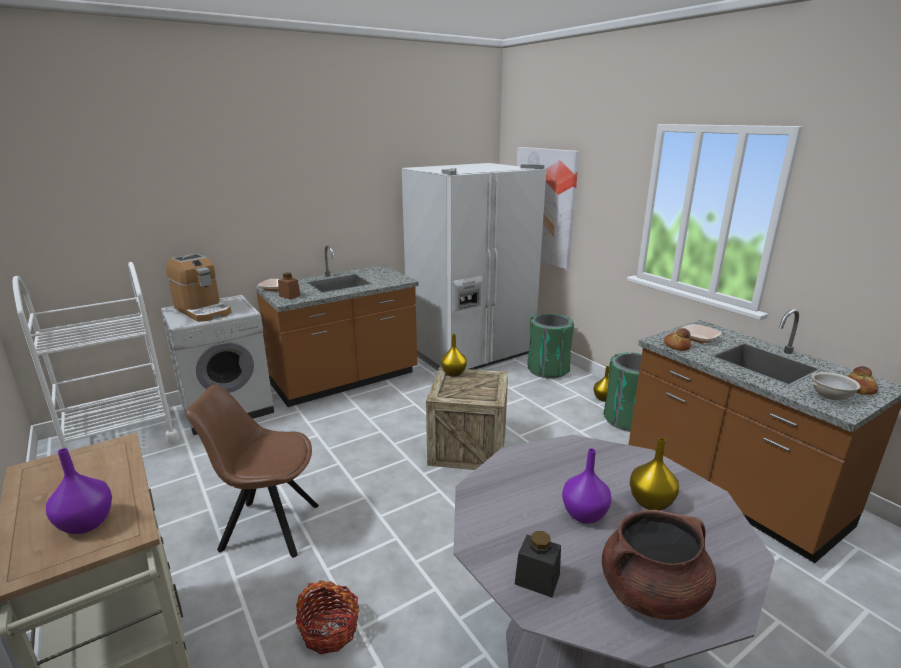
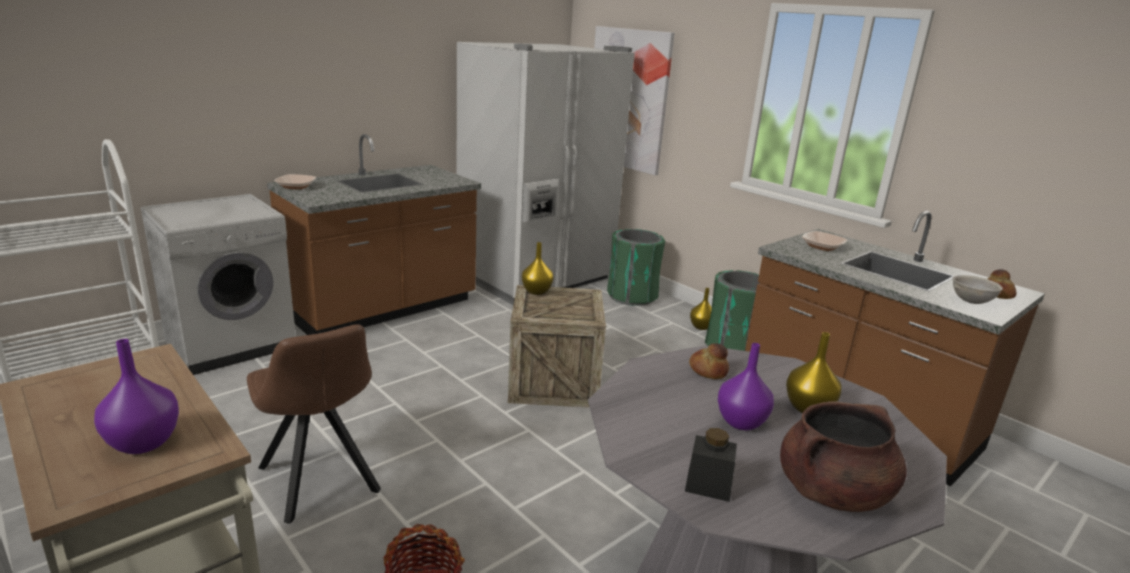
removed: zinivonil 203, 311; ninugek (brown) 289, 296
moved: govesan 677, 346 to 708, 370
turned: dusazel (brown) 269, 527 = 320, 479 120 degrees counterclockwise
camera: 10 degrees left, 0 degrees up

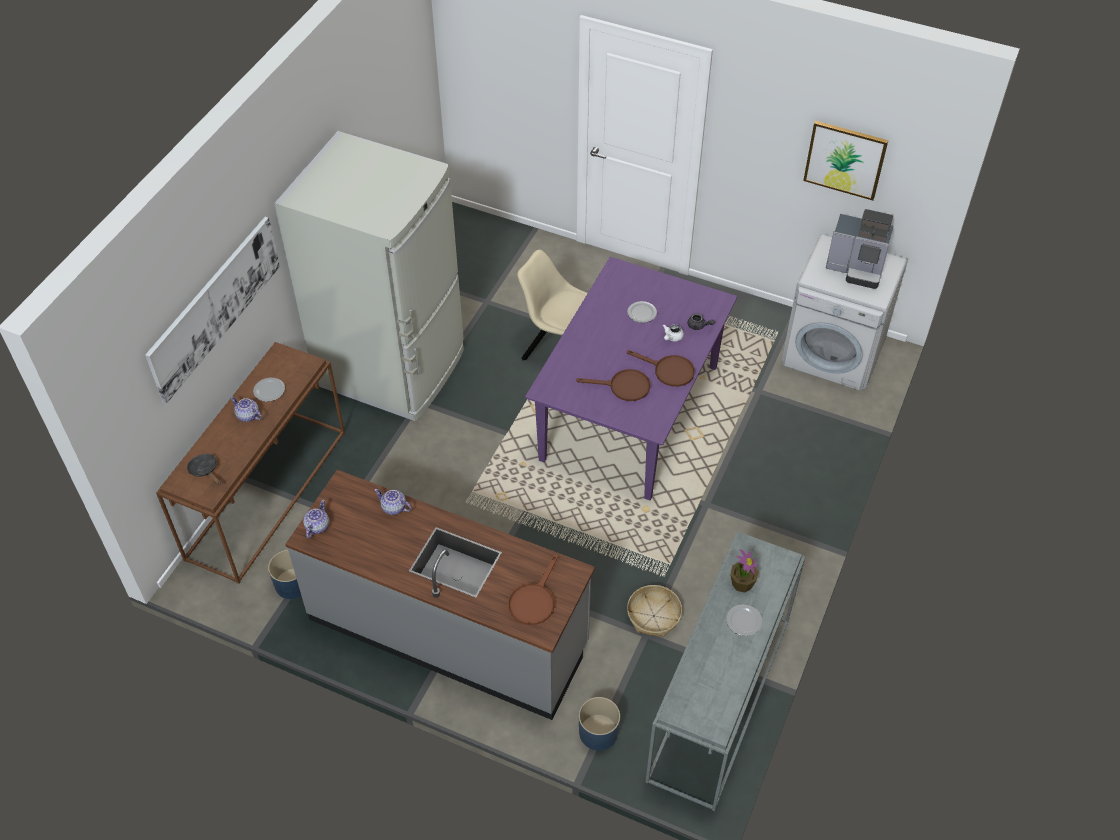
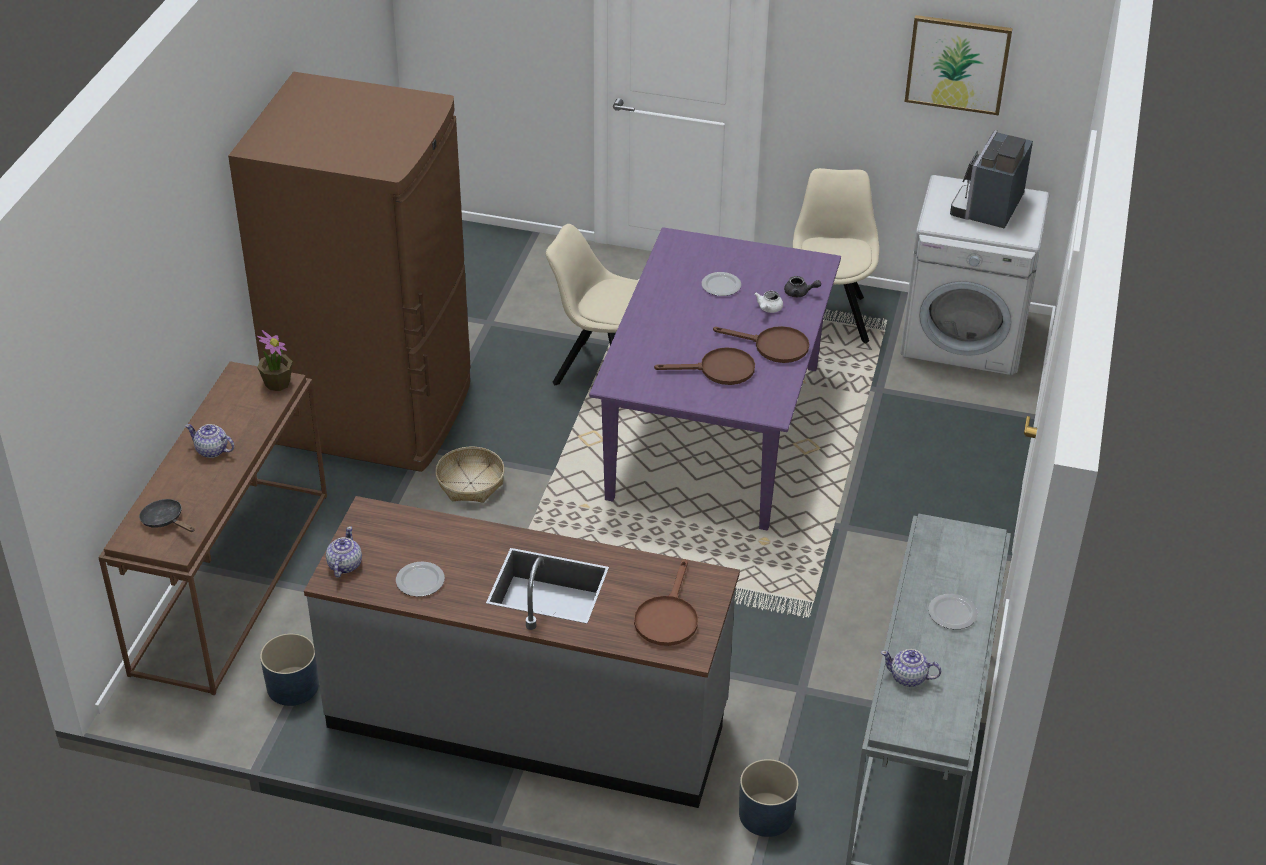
removed: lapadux 214, 307
added: dusazel (beige) 829, 317
moved: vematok 270, 390 to 421, 580; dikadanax 394, 508 to 908, 678; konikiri 742, 583 to 277, 383; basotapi 653, 616 to 470, 483
recoloured: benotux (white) 392, 367 to benotux (brown) 376, 411
turned: zinivonil 856, 269 = 988, 208 105 degrees clockwise
camera: 10 degrees left, 10 degrees down

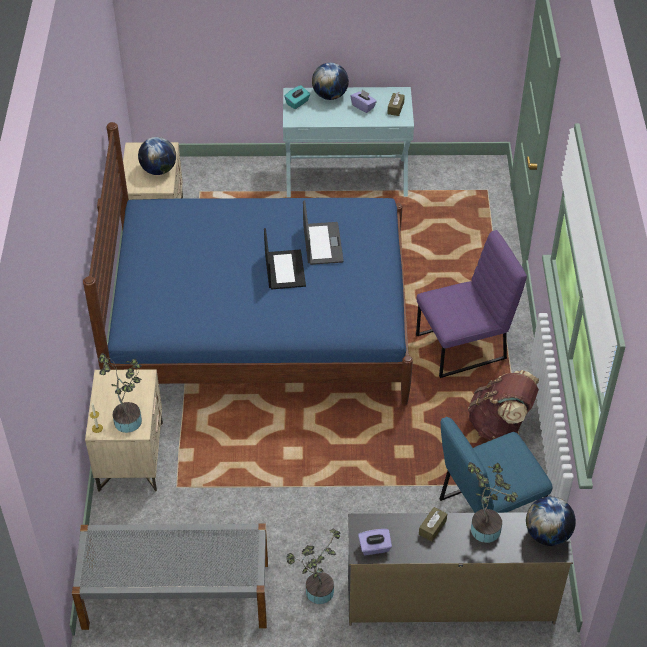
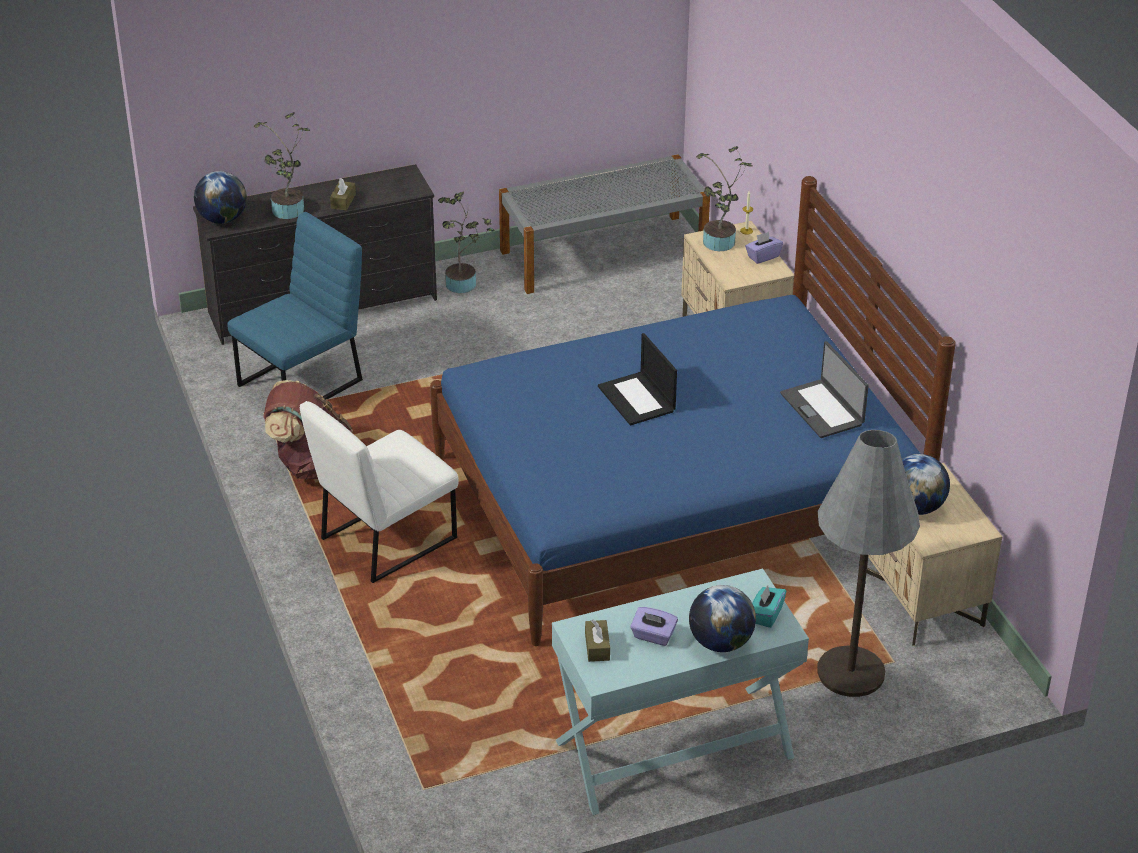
added: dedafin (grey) 850, 672
moved: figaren 322, 244 to 823, 409; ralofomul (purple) 374, 548 to 763, 256
recoloured: dusazel (purple) 464, 346 to dusazel (white) 385, 540
camera: 160 degrees right, 10 degrees down

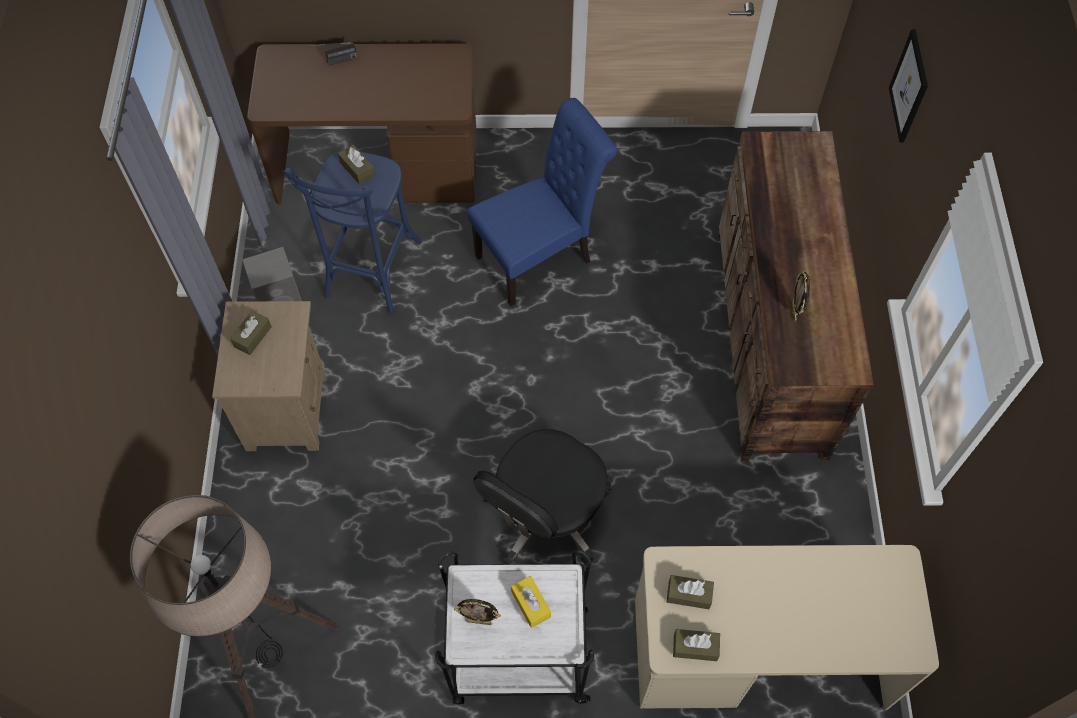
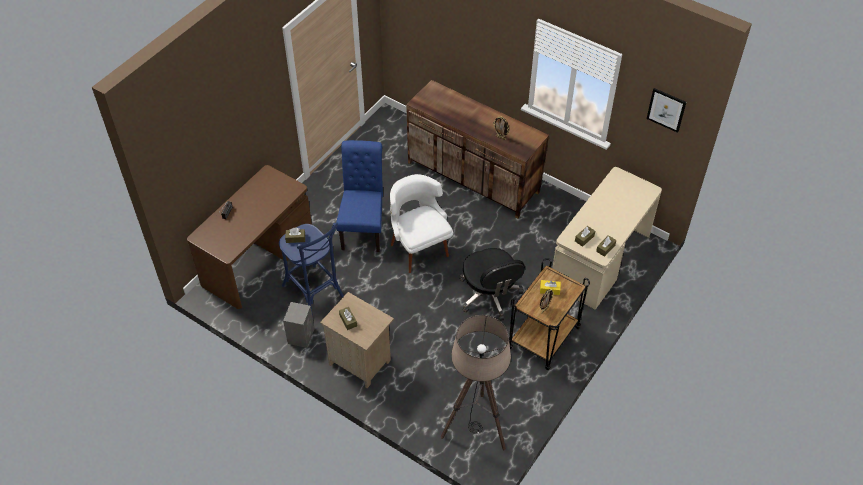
added: dusazel (white) 419, 251
moved: lapadux 909, 86 to 666, 109
recoloured: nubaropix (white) 517, 655 to nubaropix (brown) 543, 338
camera: 55 degrees left, 10 degrees down

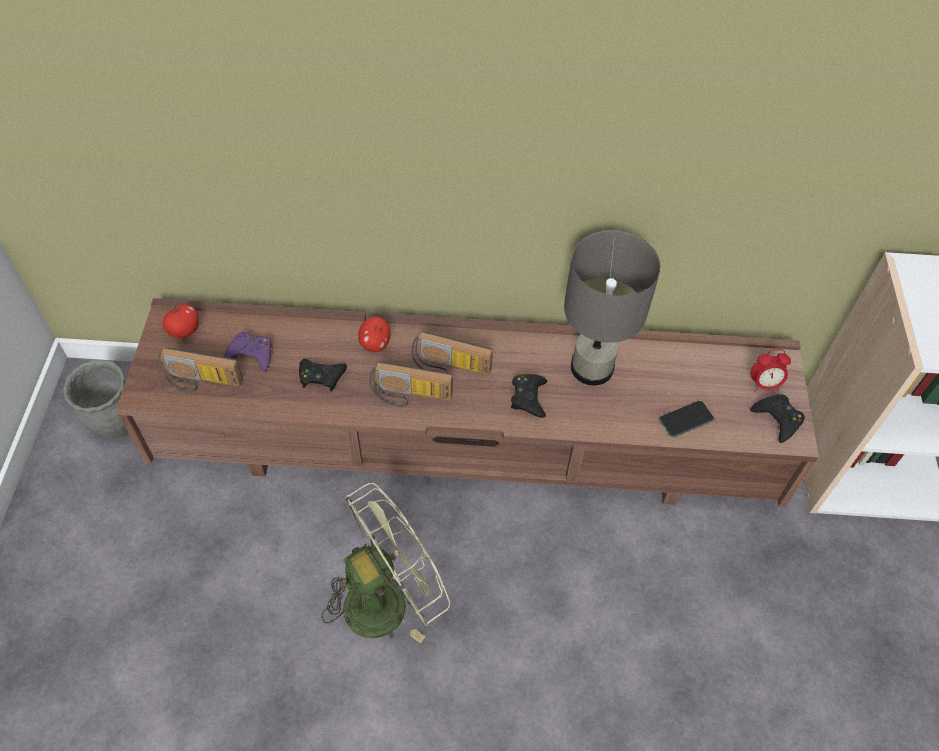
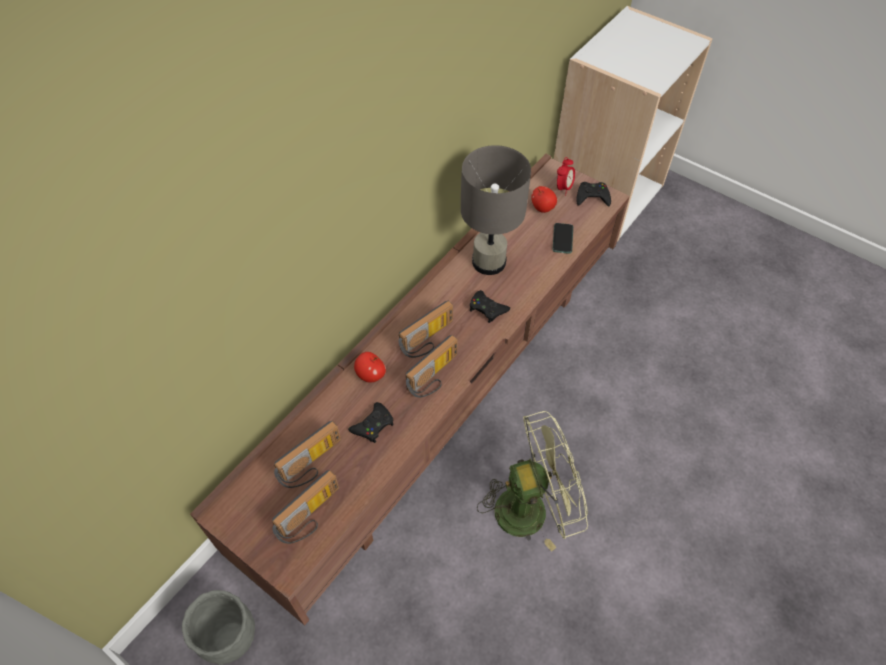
moved: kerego 184, 331 to 542, 208
replaced: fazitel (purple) 251, 354 to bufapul 312, 464
turned: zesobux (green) 386, 597 = 531, 507 75 degrees clockwise
camera: 55 degrees left, 0 degrees up

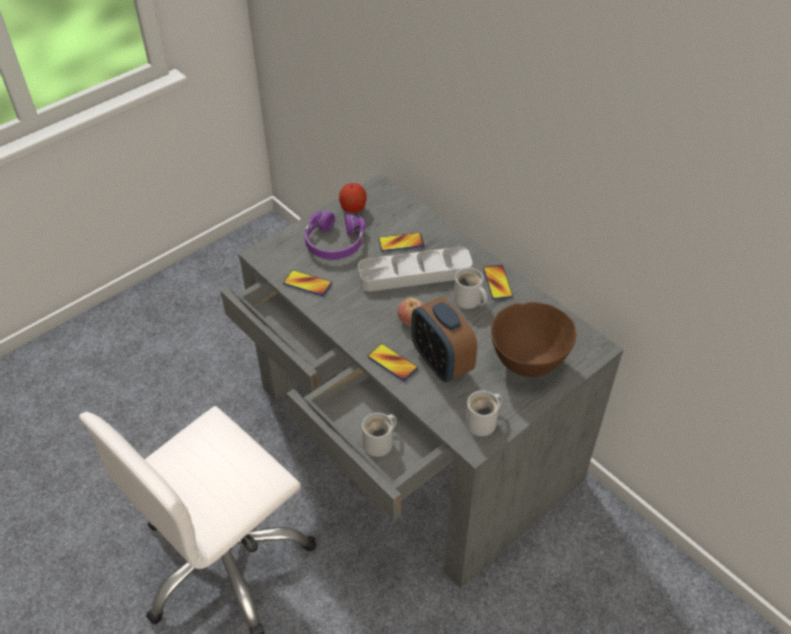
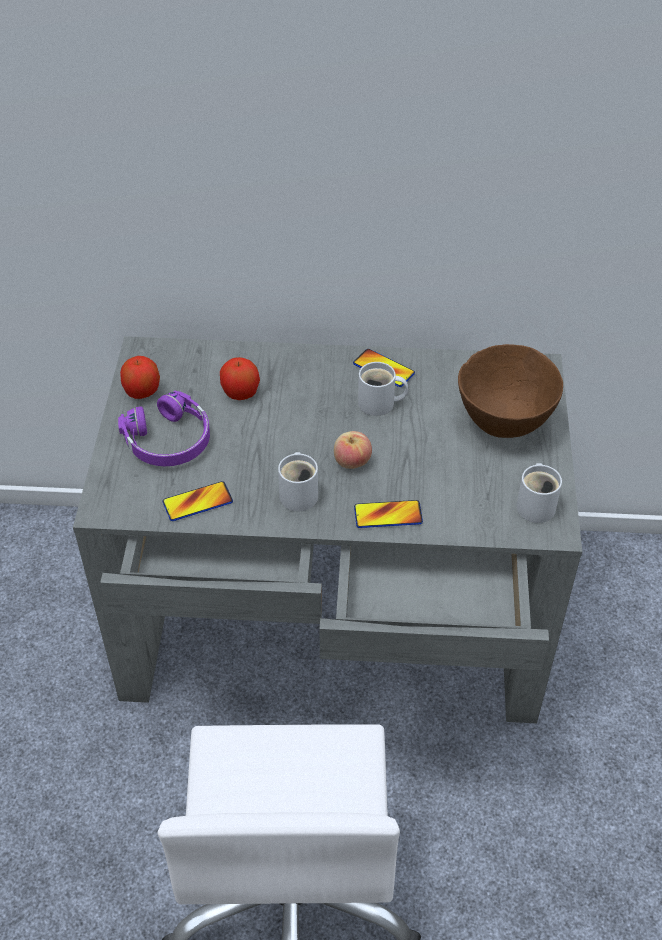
removed: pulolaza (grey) 415, 274; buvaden 441, 362
moved: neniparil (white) 381, 442 to 300, 493
replaced: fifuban 401, 243 to kerego 240, 393
camera: 45 degrees left, 0 degrees up

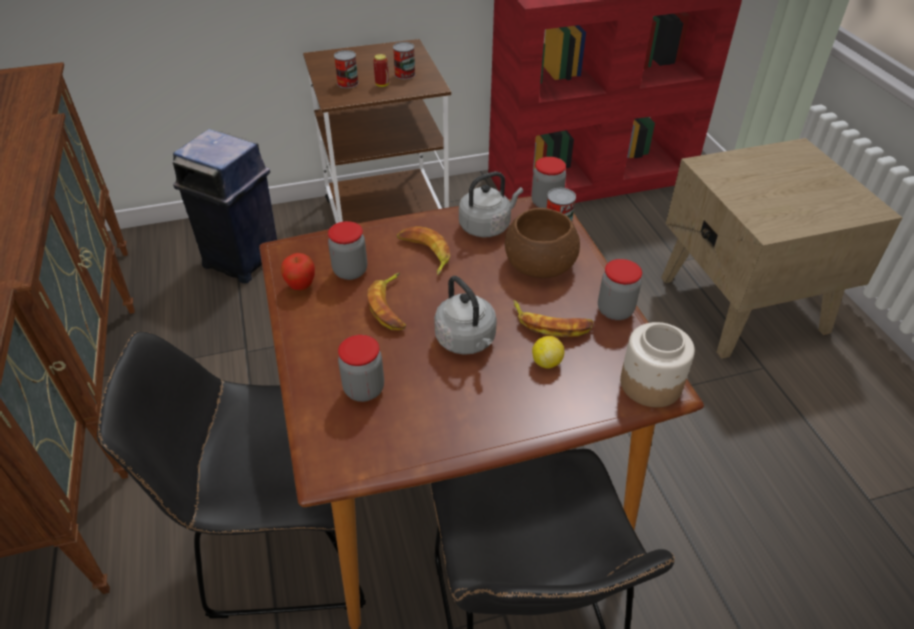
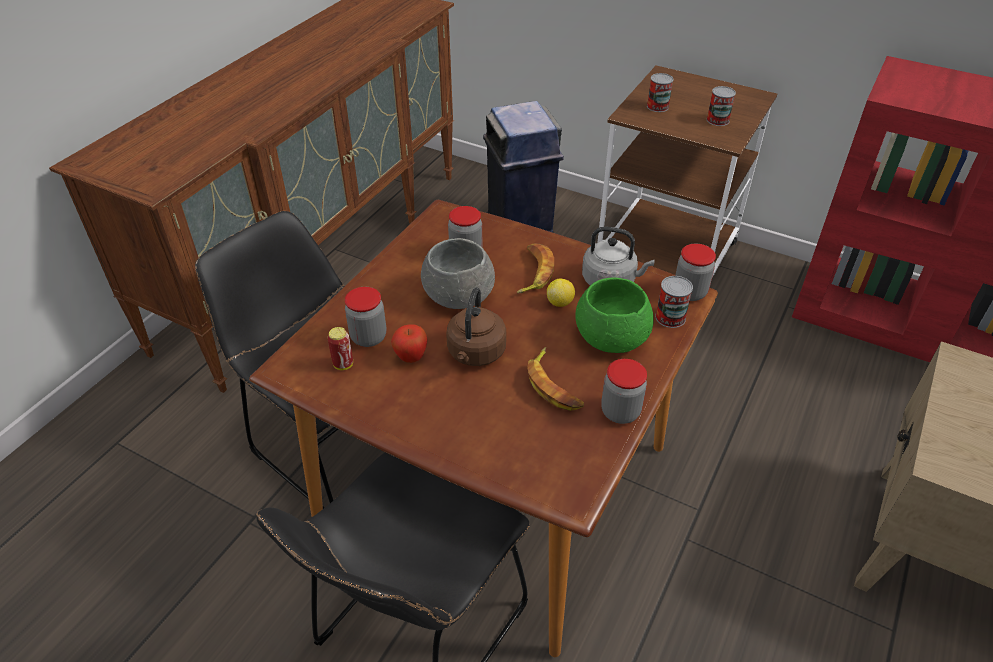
removed: ninugek 650, 384
moved: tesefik 382, 85 to 343, 364; kerego 301, 286 to 411, 358; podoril 546, 362 to 560, 302
replaced: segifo 391, 306 to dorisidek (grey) 459, 295
recoloured: dorisidek (brown) 540, 264 to dorisidek (green) 611, 336; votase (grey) 467, 341 to votase (brown) 475, 354
camera: 45 degrees right, 0 degrees up

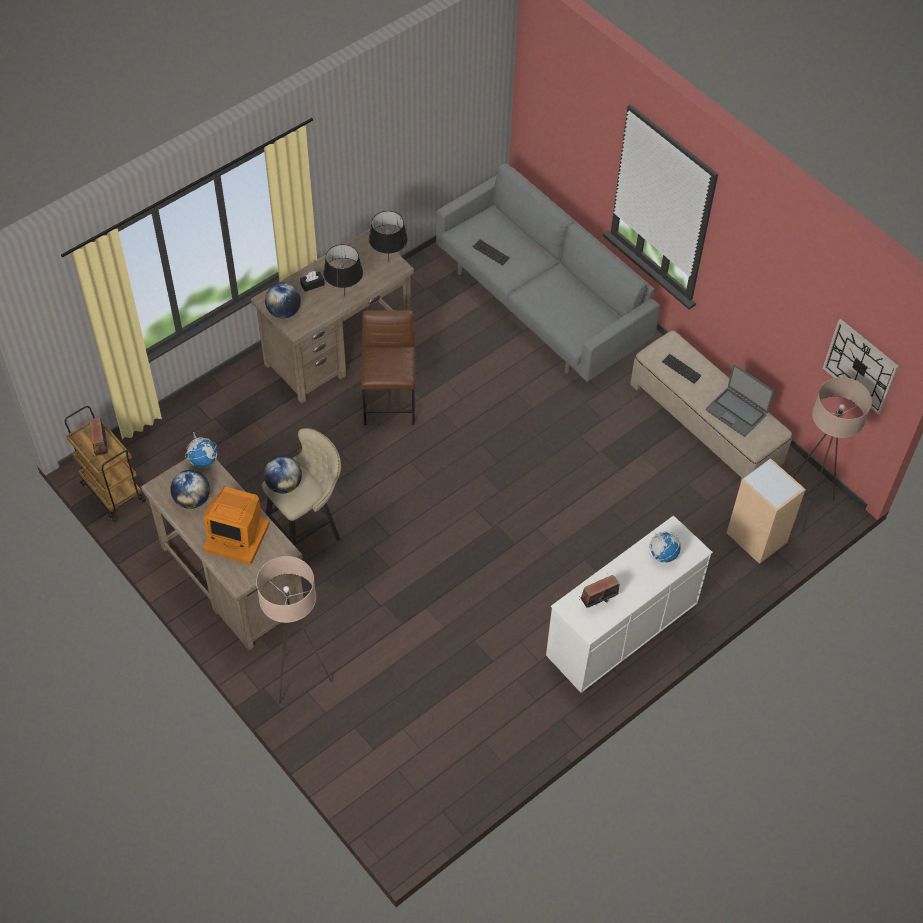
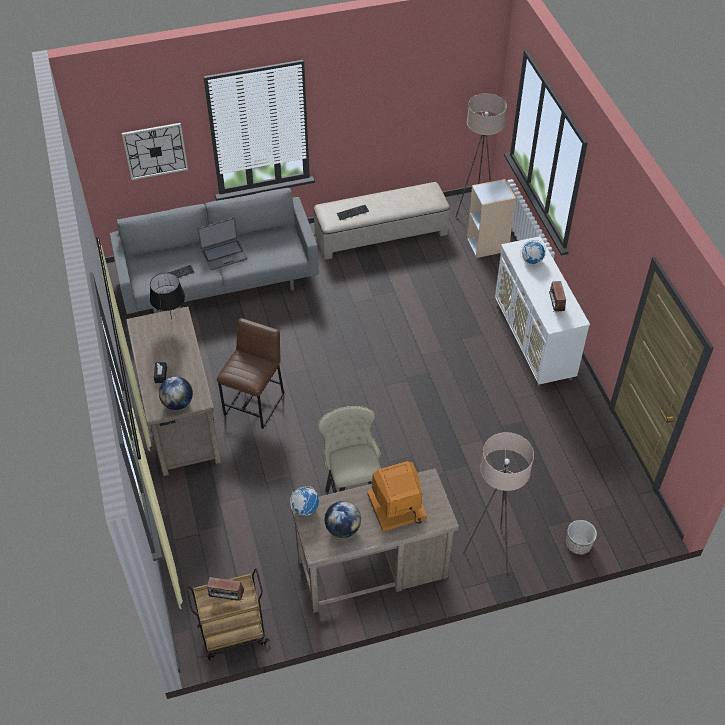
removed: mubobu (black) 344, 296; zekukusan 284, 485
added: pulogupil 578, 544
moved: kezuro 860, 366 to 155, 151; figaren 736, 412 to 224, 255
turned: dusazel (brown) 389, 401 = 254, 403 90 degrees clockwise; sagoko 237, 536 = 397, 507 150 degrees counterclockwise
camera: 65 degrees left, 5 degrees down

